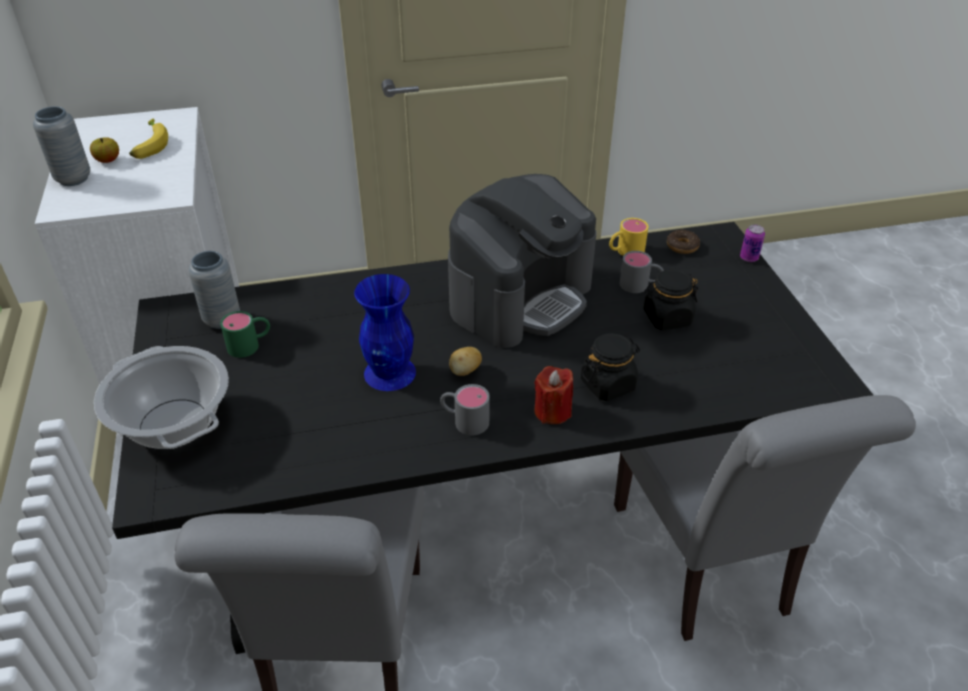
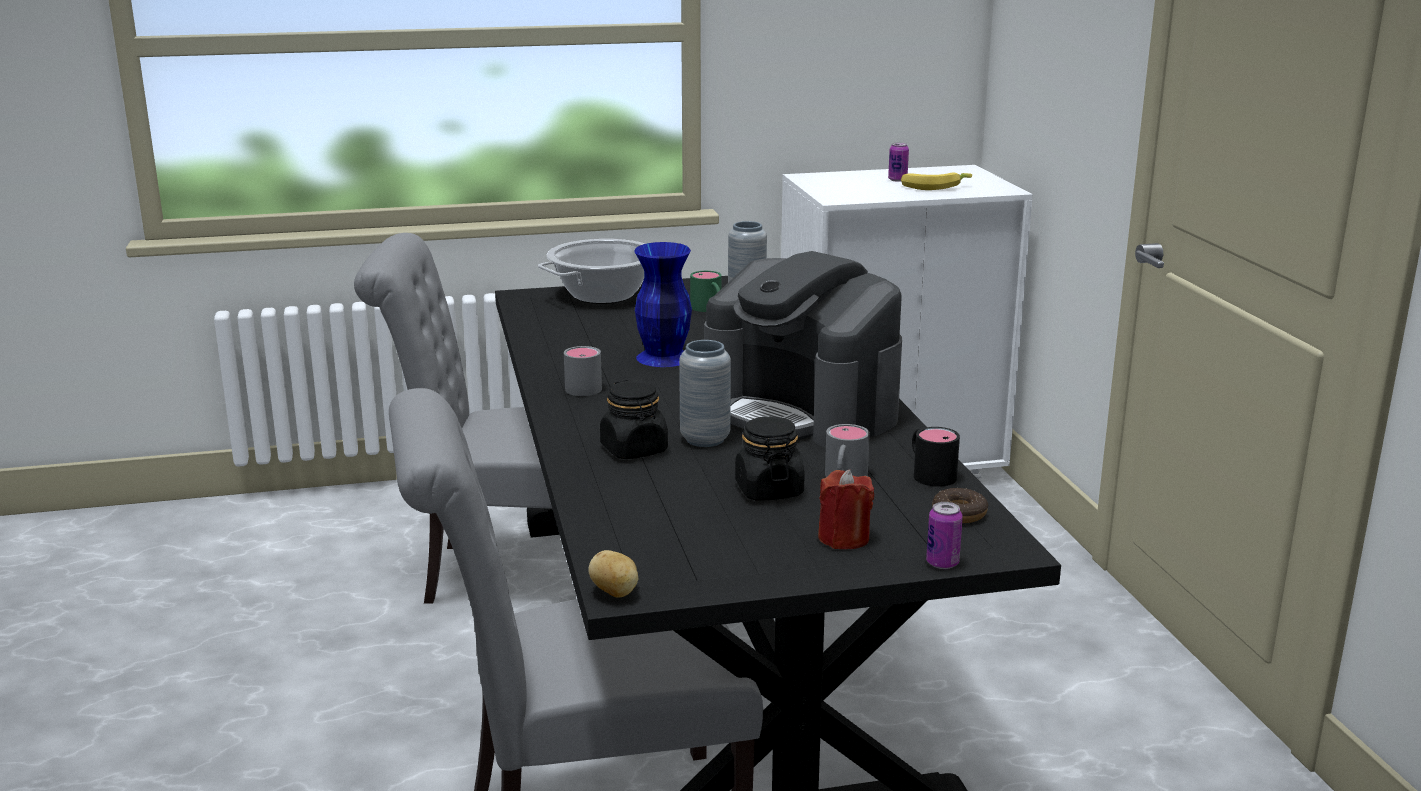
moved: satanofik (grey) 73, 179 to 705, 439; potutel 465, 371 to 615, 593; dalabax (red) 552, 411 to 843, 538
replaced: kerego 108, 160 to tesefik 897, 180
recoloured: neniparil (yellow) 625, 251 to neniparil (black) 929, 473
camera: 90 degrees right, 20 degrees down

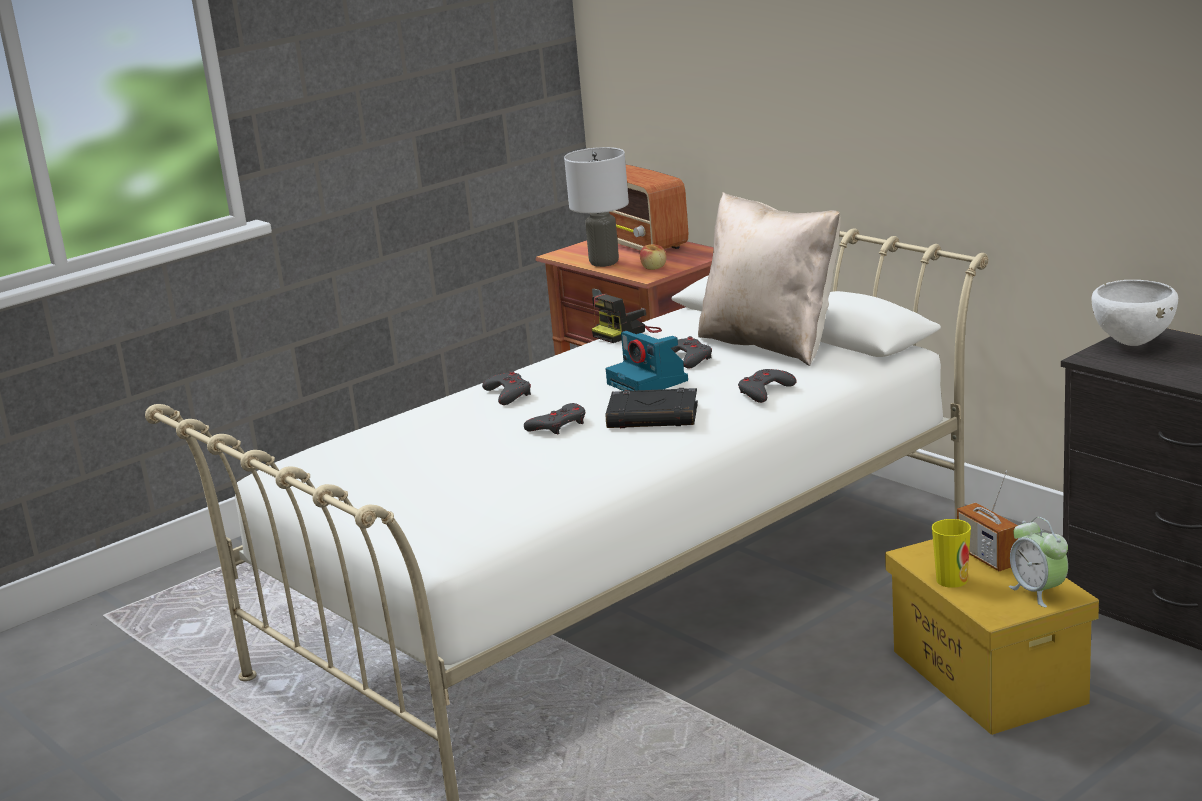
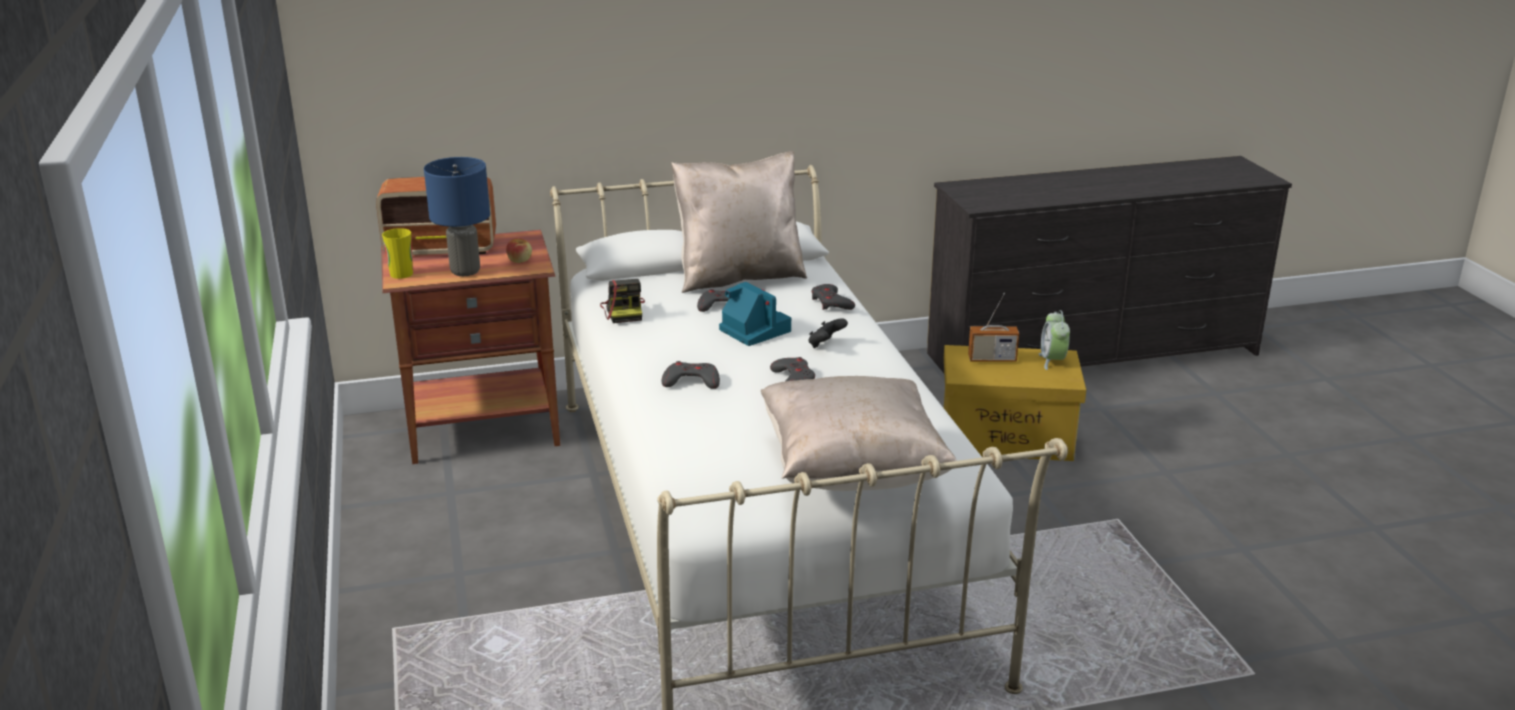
removed: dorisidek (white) 1132, 344
added: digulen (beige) 852, 471
moved: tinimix 951, 580 to 401, 274
replaced: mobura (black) 654, 416 to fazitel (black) 825, 345
recoloured: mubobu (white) 605, 262 to mubobu (blue) 465, 271
turned: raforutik 649, 382 = 753, 330 120 degrees counterclockwise; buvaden 1038, 592 = 1052, 361 90 degrees clockwise
camera: 65 degrees left, 5 degrees up

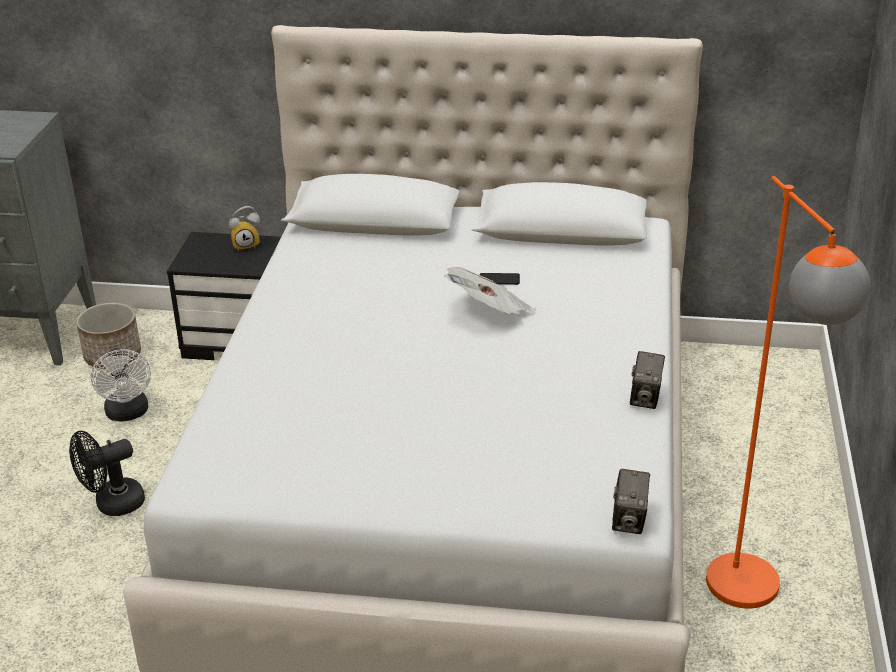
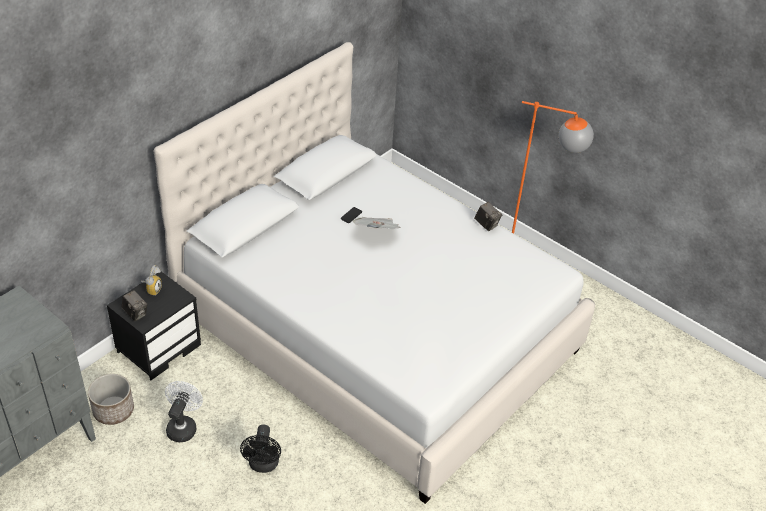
moved: raforutik 629, 521 to 135, 313
turned: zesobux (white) 128, 414 = 183, 426 90 degrees counterclockwise
camera: 60 degrees left, 10 degrees up

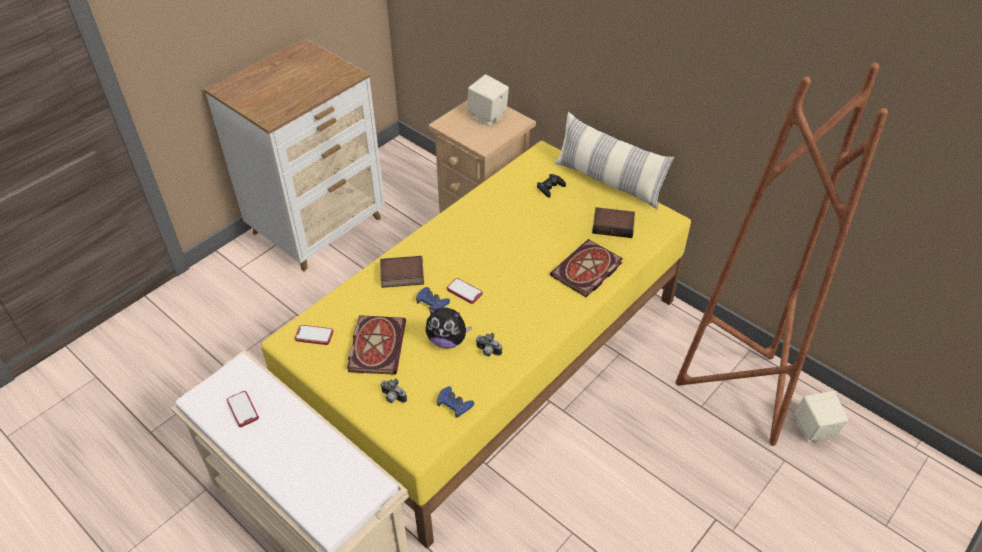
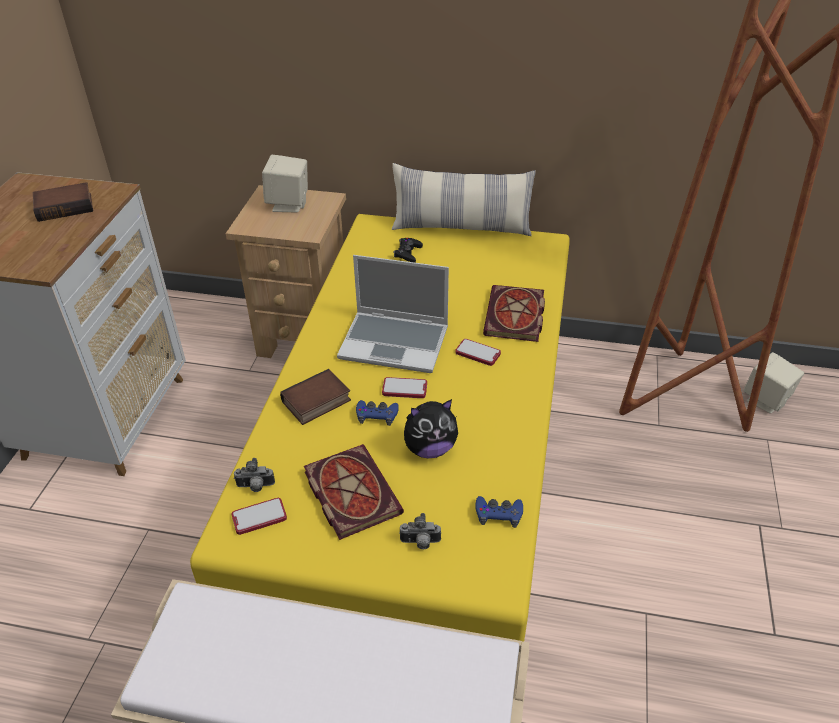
added: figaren 396, 343
moved: mobura 613, 225 to 65, 206; raforutik 487, 352 to 255, 487; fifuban 243, 409 to 477, 353
camera: 30 degrees left, 5 degrees down

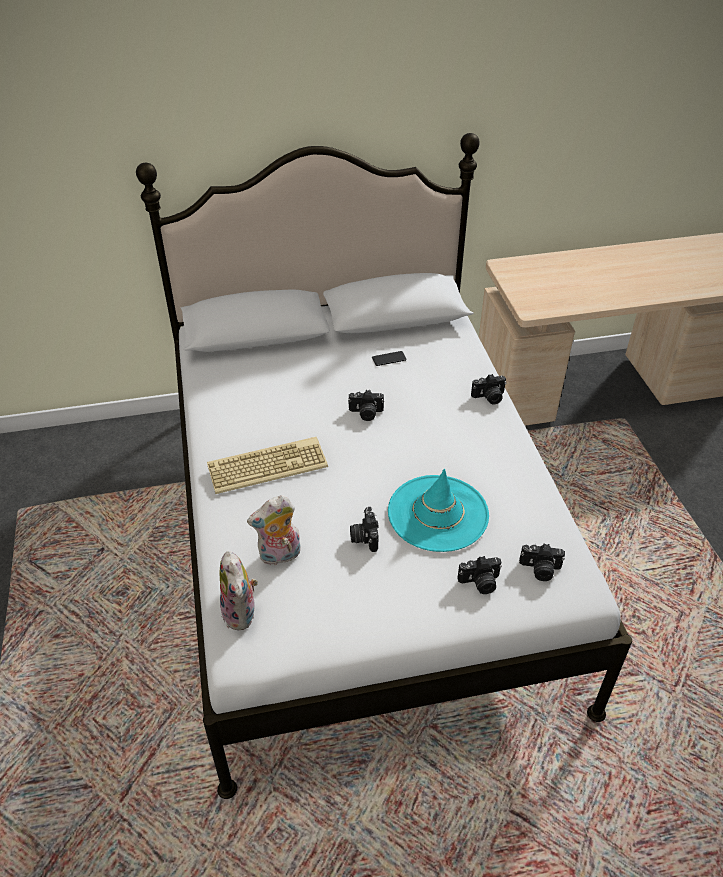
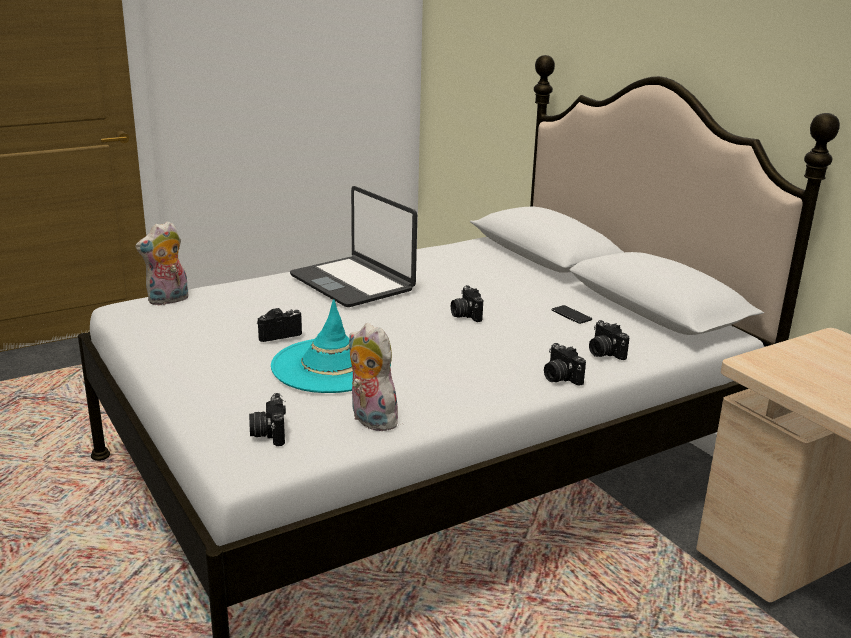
moved: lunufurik 279, 556 to 370, 420; raforutik 480, 583 to 604, 353
replaced: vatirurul 268, 464 to figaren 353, 283
camera: 70 degrees right, 20 degrees down

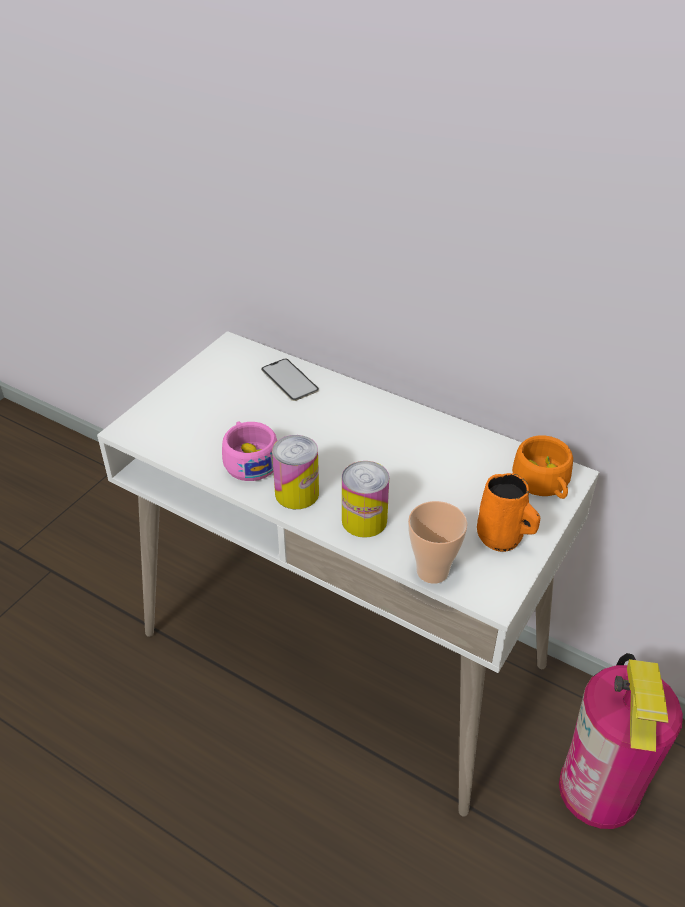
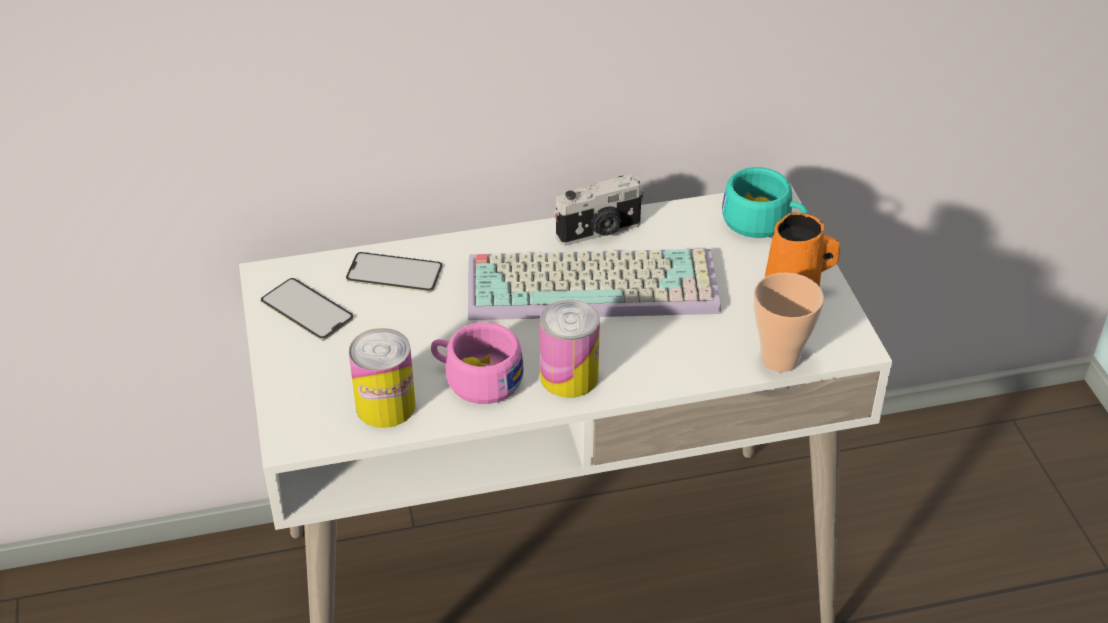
removed: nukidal 599, 790
added: raforutik 599, 232; vatirurul 595, 284; fifuban 307, 310
moved: tesefik 364, 520 to 385, 406
recoloured: tinimix (orange) 543, 484 to tinimix (turquoise) 763, 222
camera: 45 degrees left, 0 degrees up

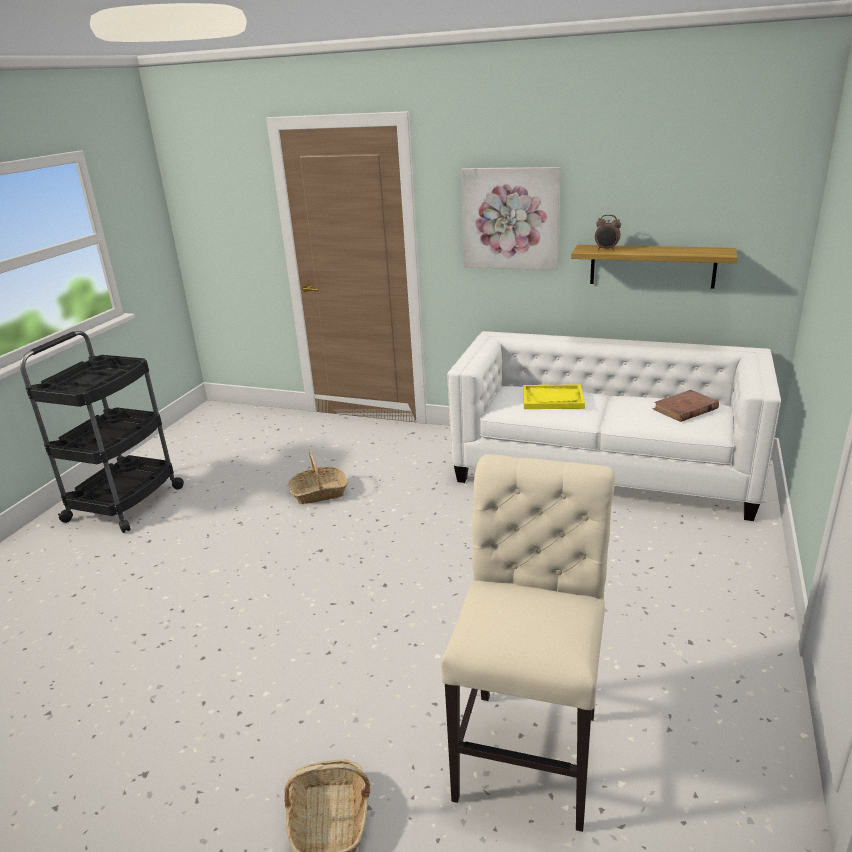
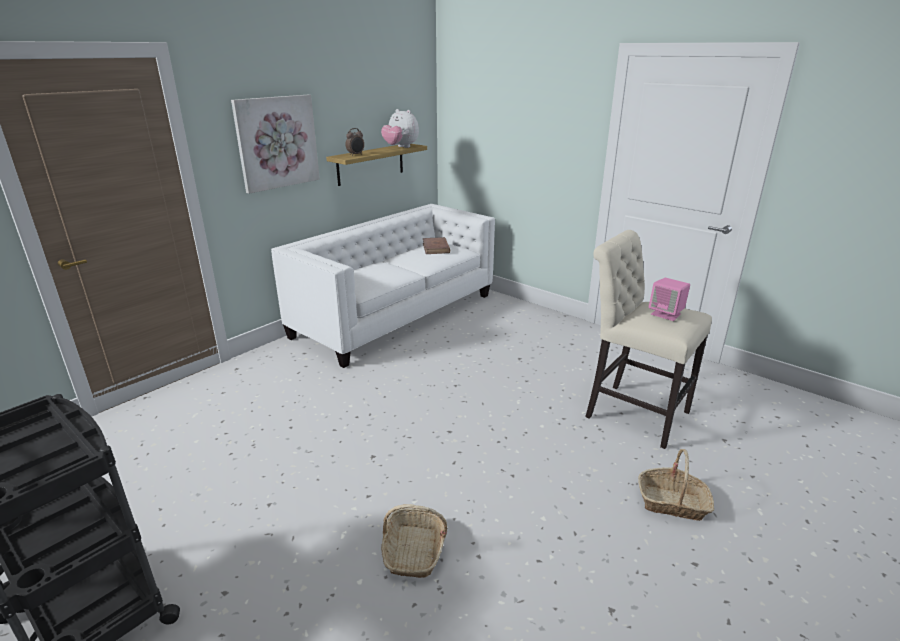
removed: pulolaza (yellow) 553, 399
added: lunufurik 400, 147; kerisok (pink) 666, 314
moved: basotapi 319, 493 to 414, 551
camera: 70 degrees left, 0 degrees up

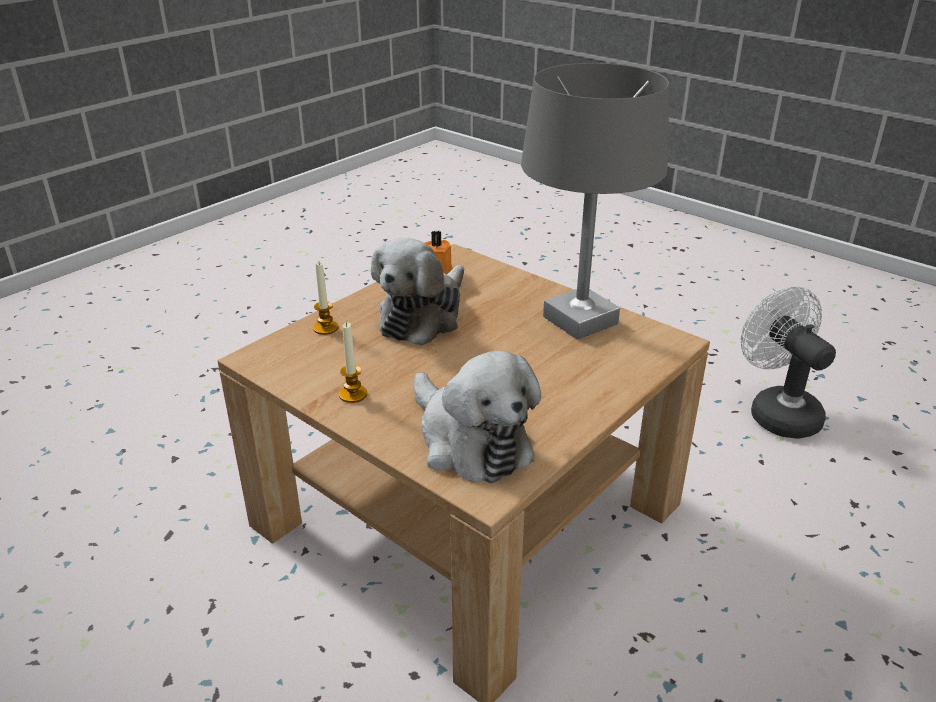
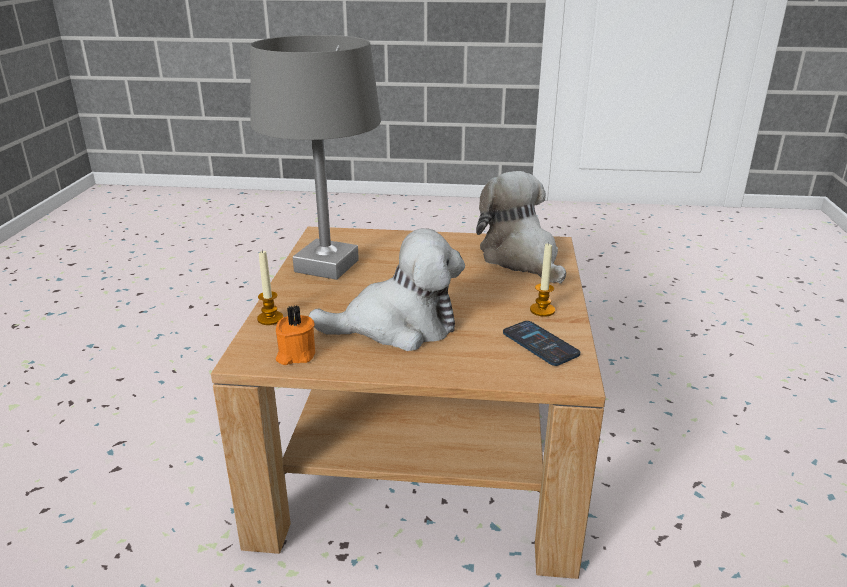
removed: zesobux (white) 777, 412
added: fifuban 540, 344
moved: dalabax 325, 328 to 270, 318
turned: lunufurik 470, 441 = 521, 259 45 degrees counterclockwise
camera: 125 degrees left, 5 degrees down

